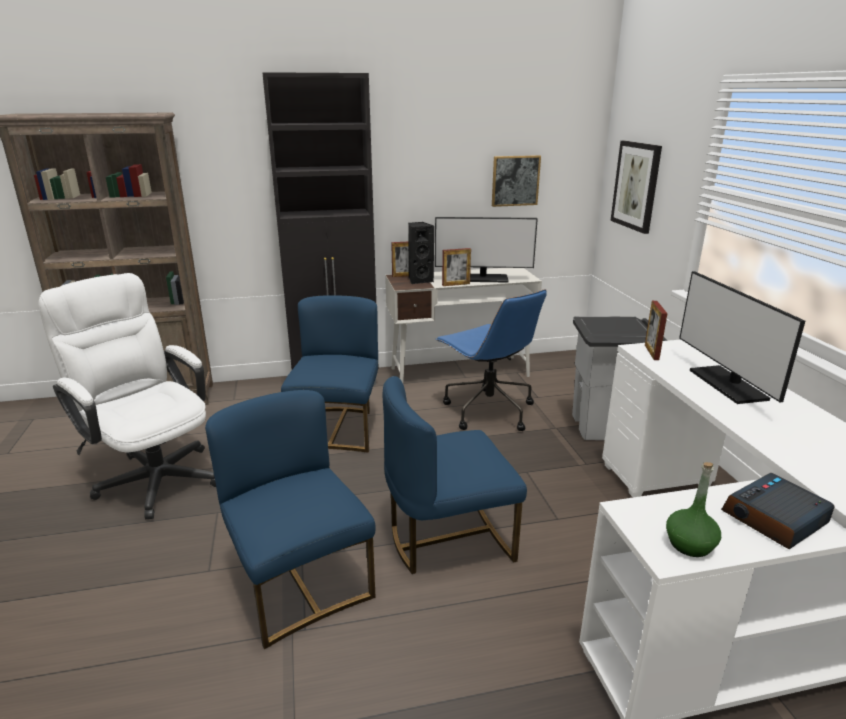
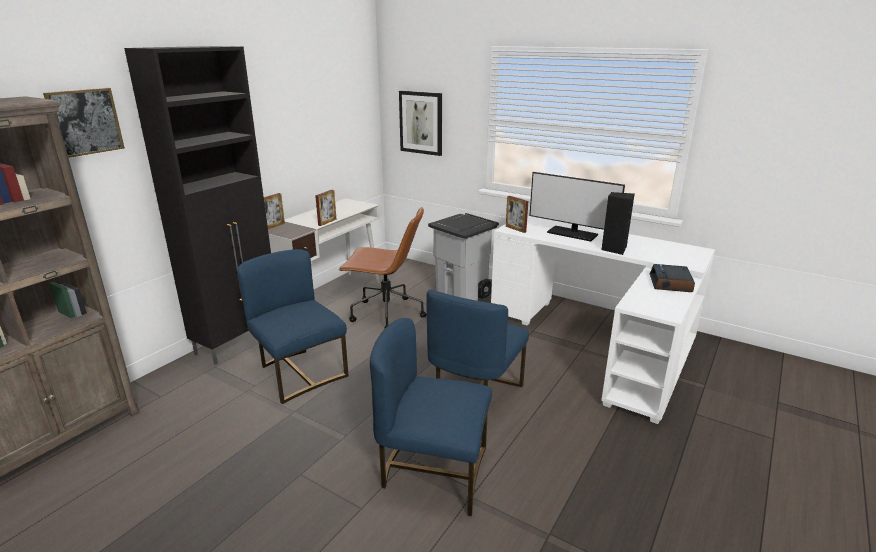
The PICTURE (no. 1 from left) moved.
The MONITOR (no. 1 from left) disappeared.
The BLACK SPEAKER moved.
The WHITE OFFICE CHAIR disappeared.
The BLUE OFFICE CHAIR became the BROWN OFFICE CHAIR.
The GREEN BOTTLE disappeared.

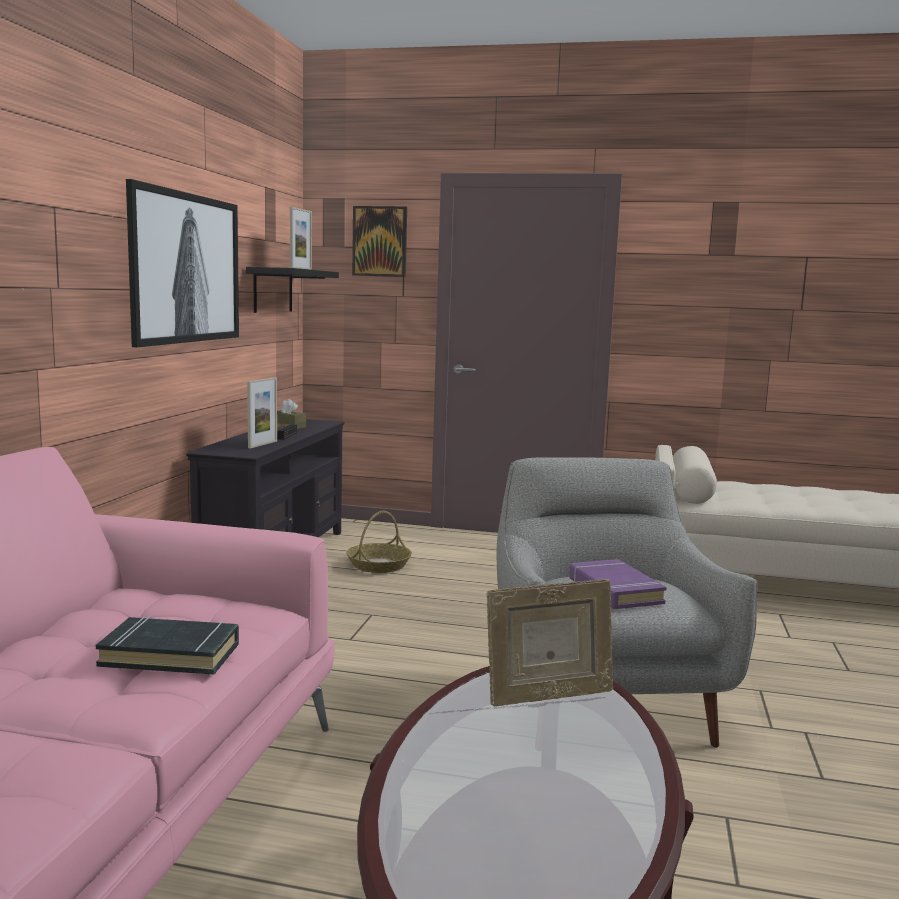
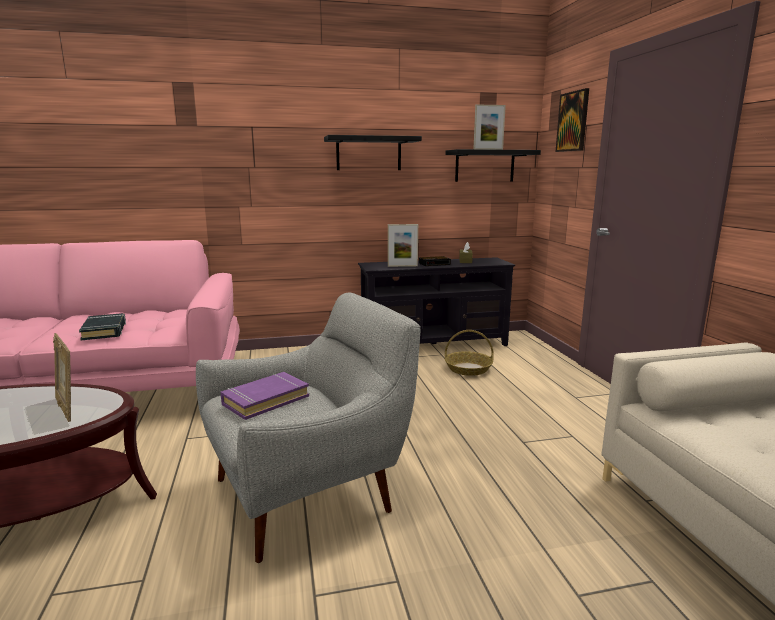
The PICTURE (no. 1 from left) was replaced by the BLACK SHELF (no. 1 from left).

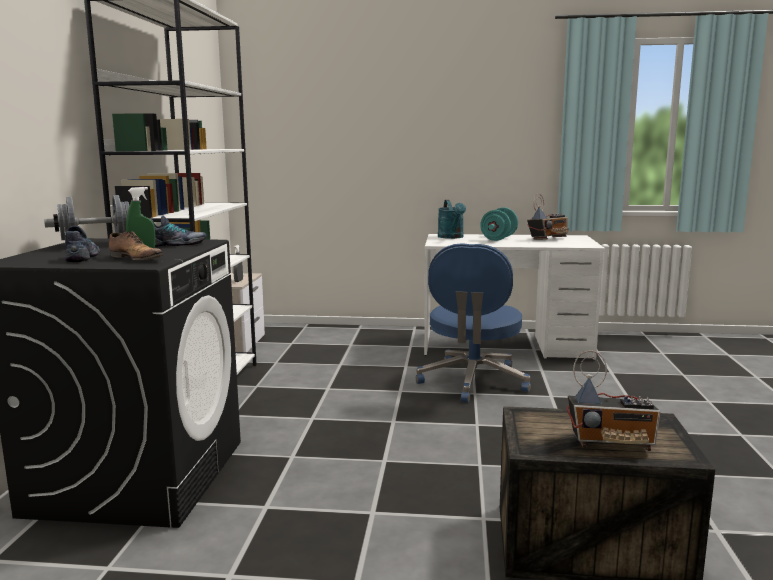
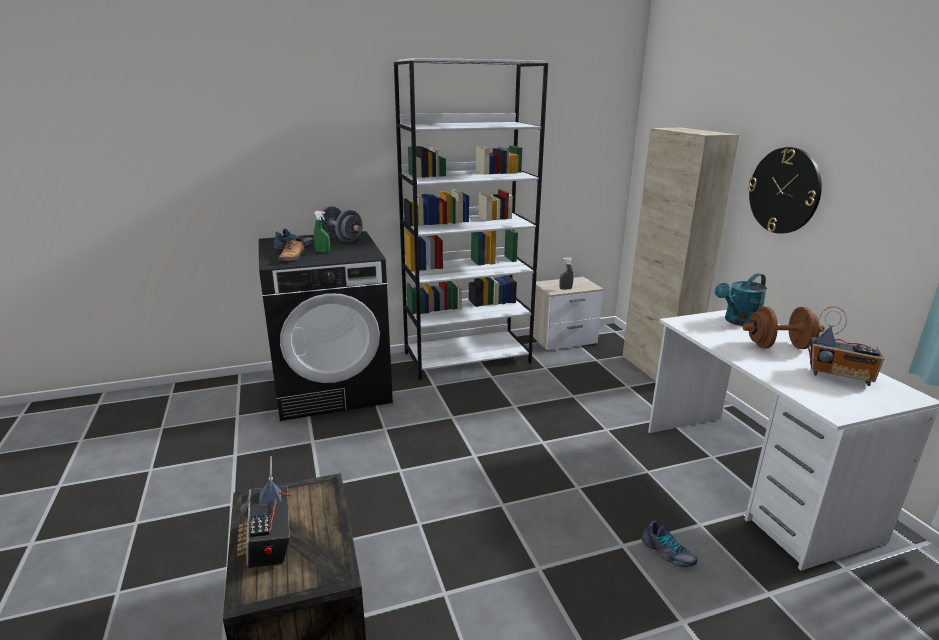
The TURQUOISE DUMBBELL became the BROWN DUMBBELL.
The SHOE (no. 3 from left) moved.
The BLUE OFFICE CHAIR disappeared.
The BEIGE CABINET appeared.
The WALL CLOCK appeared.

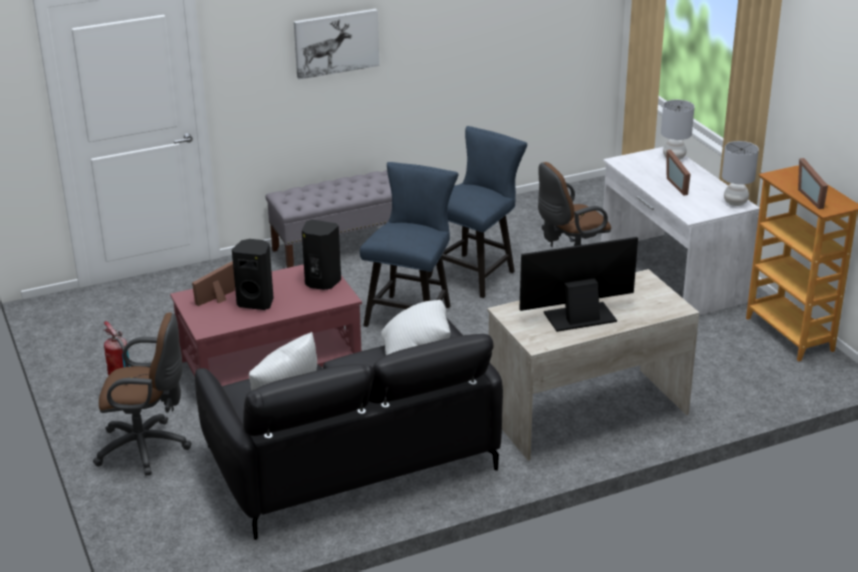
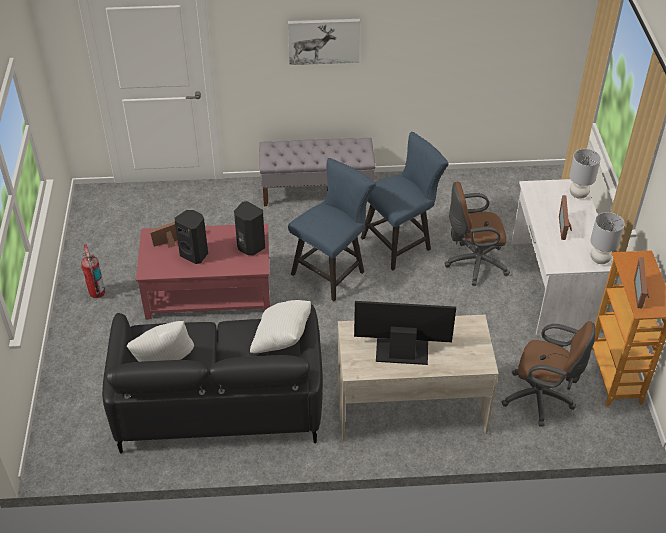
The BROWN OFFICE CHAIR (no. 1 from left in the first image) moved.

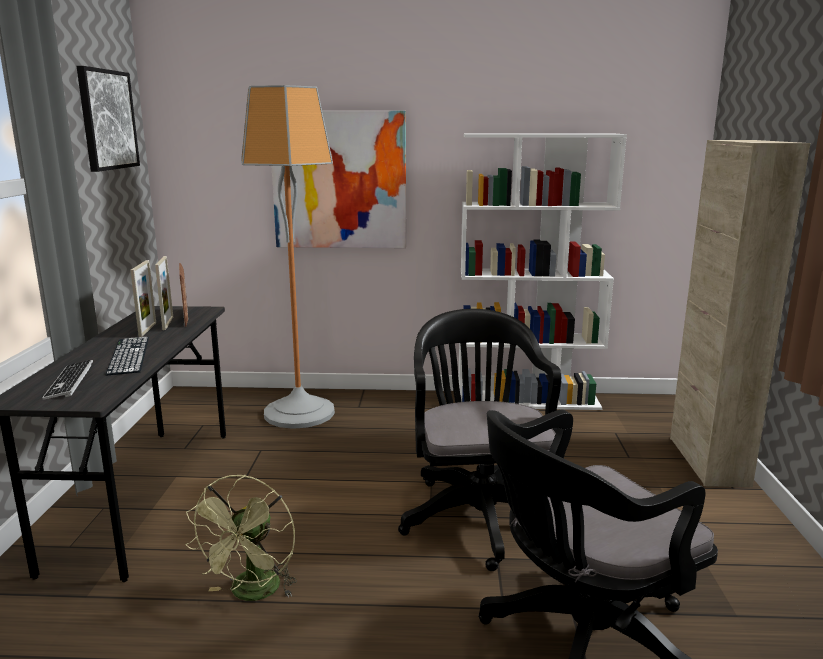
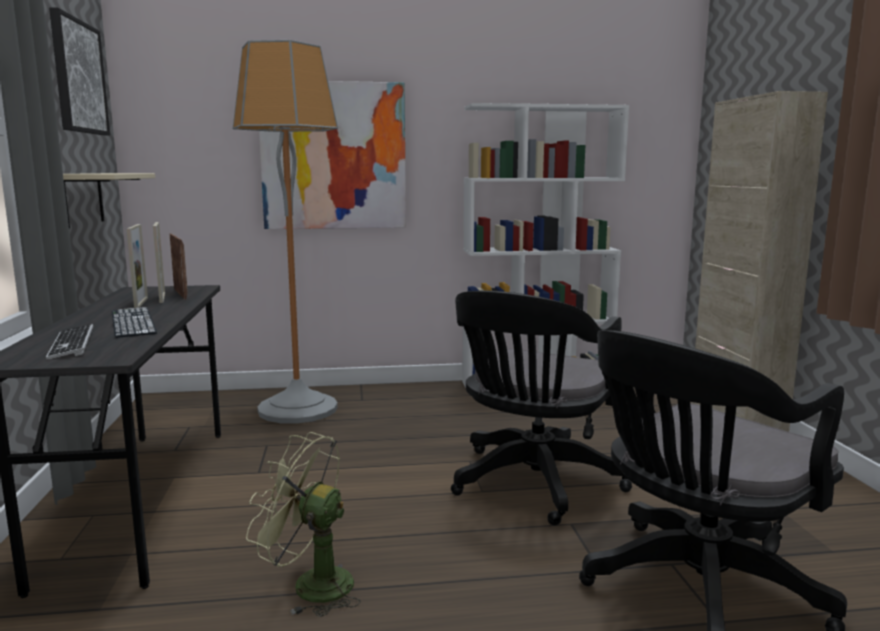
The BLACK OFFICE CHAIR (no. 1 from left) turned 135 degrees counterclockwise.
The GREEN FAN turned 105 degrees clockwise.
The BEIGE SHELF appeared.

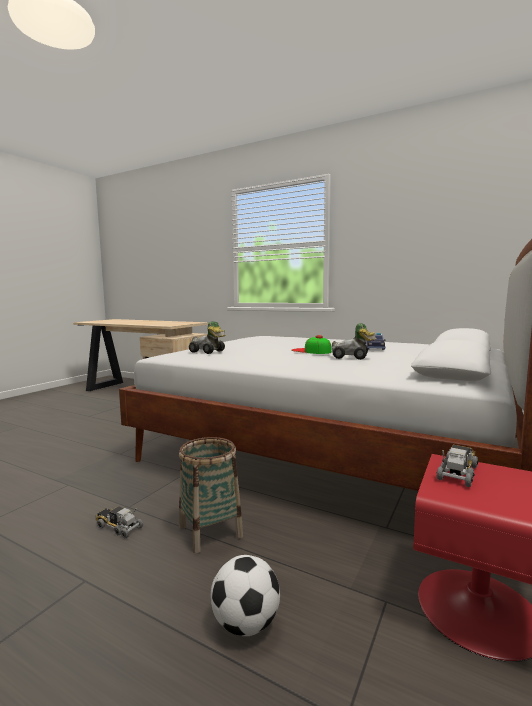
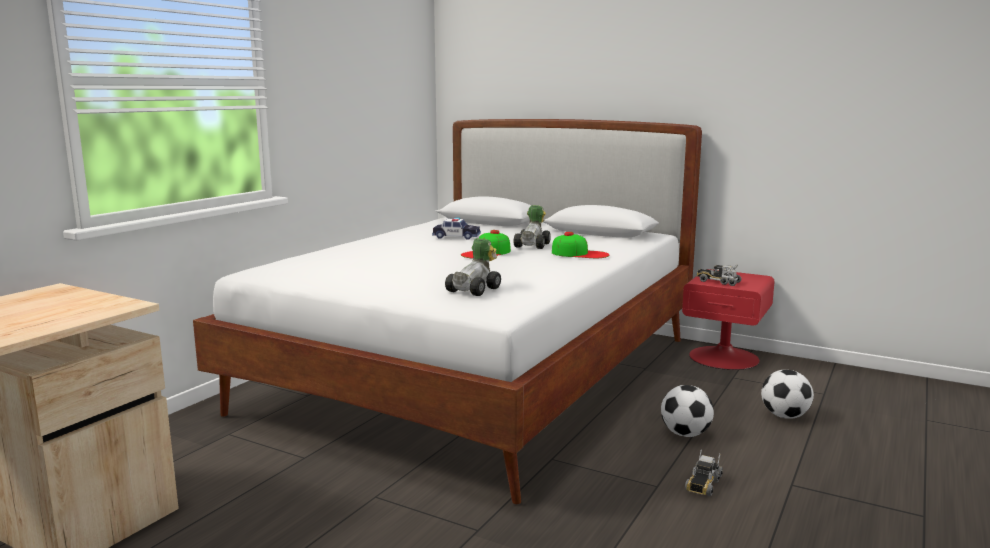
The BASKET was replaced by the FOOTBALL (no. 1 from left).
The CAP (no. 2 from left) appeared.

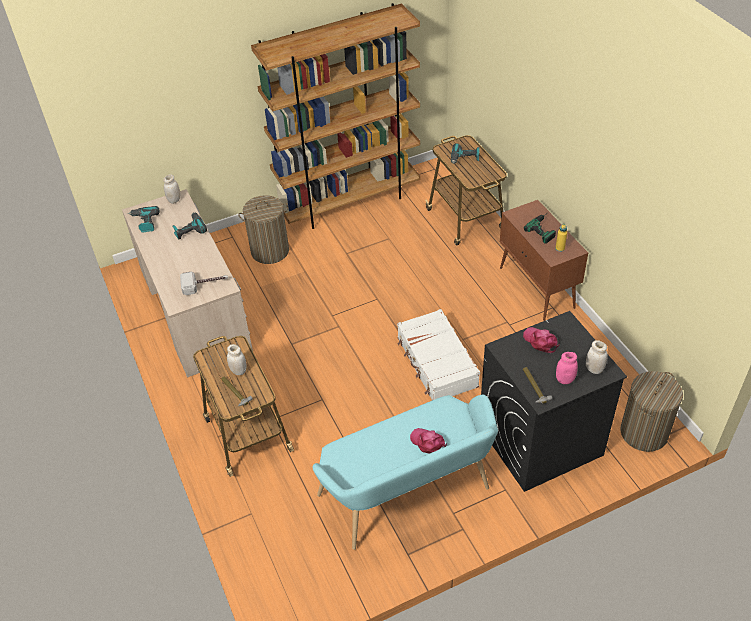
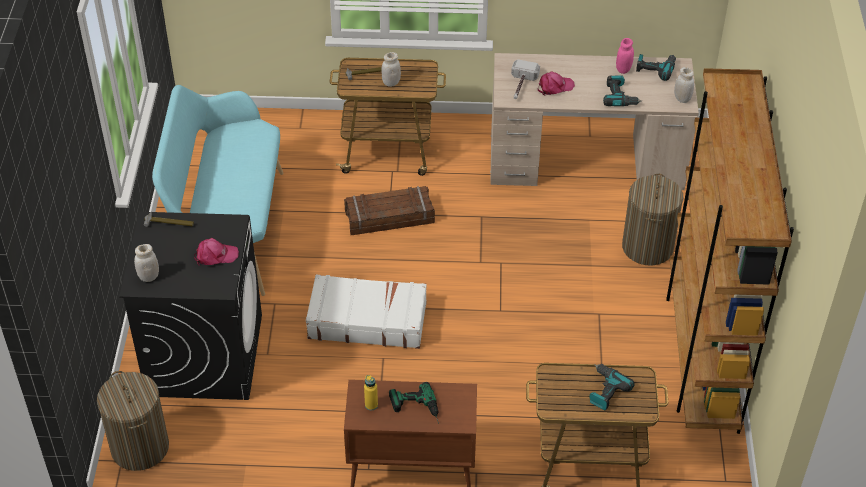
The PINK JAR moved.
The PINK CAP (no. 1 from left in the first image) moved.
The CRATE appeared.

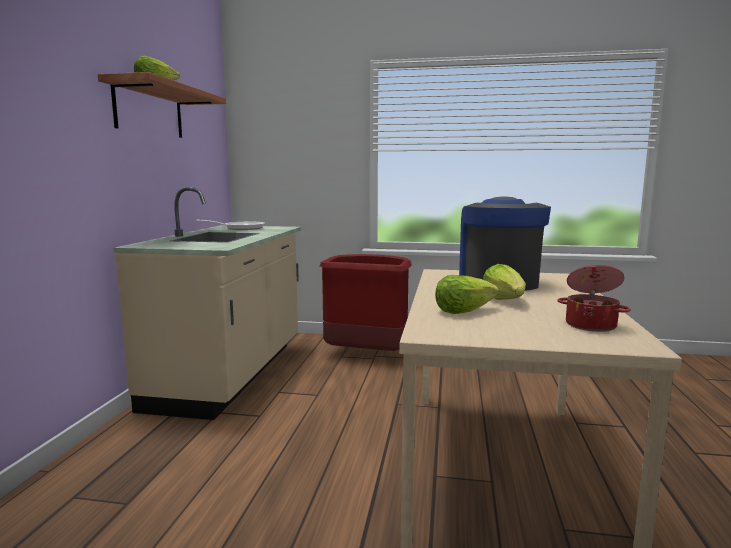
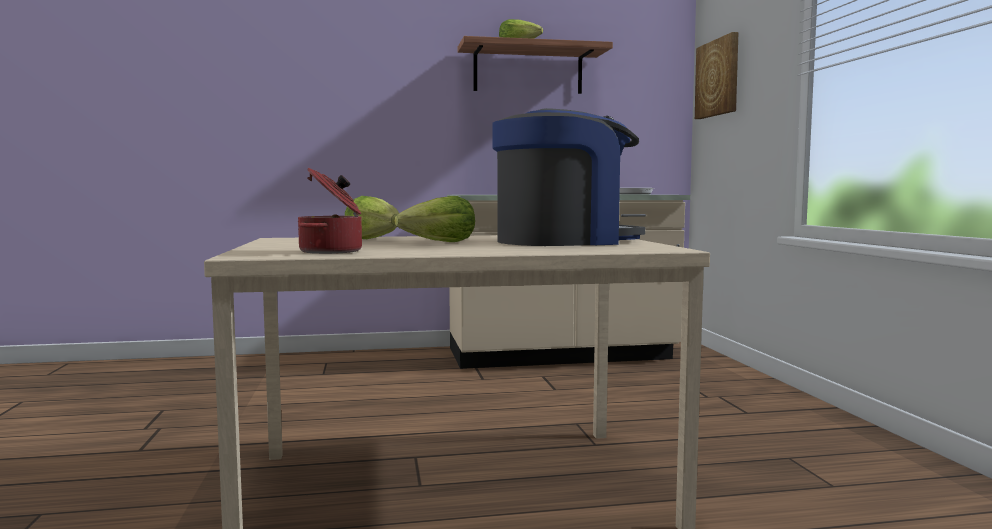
The RED TRASH CAN disappeared.
The PICTURE appeared.

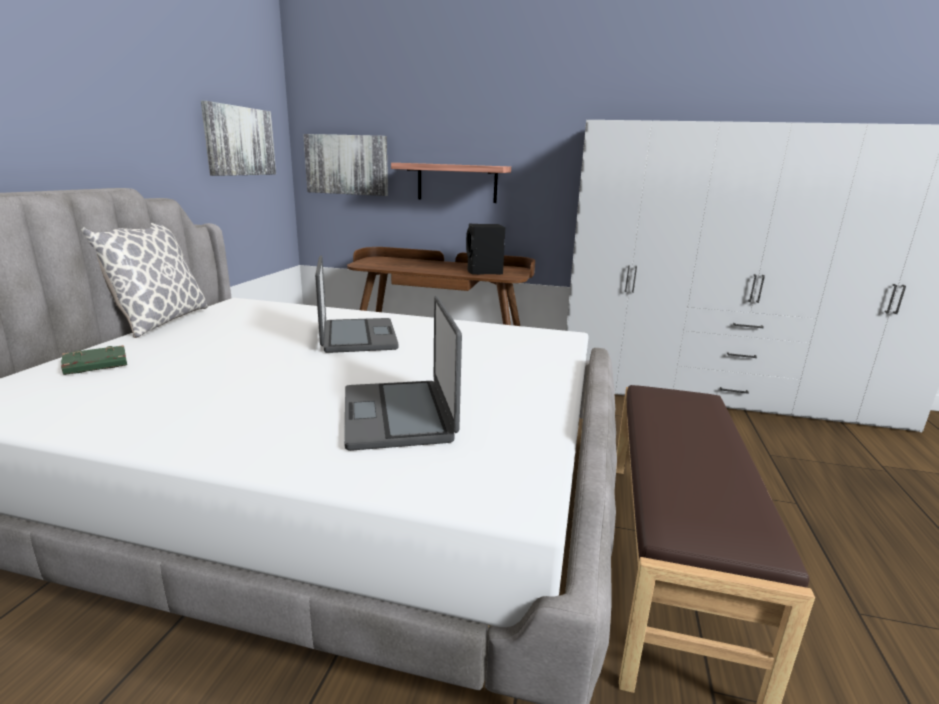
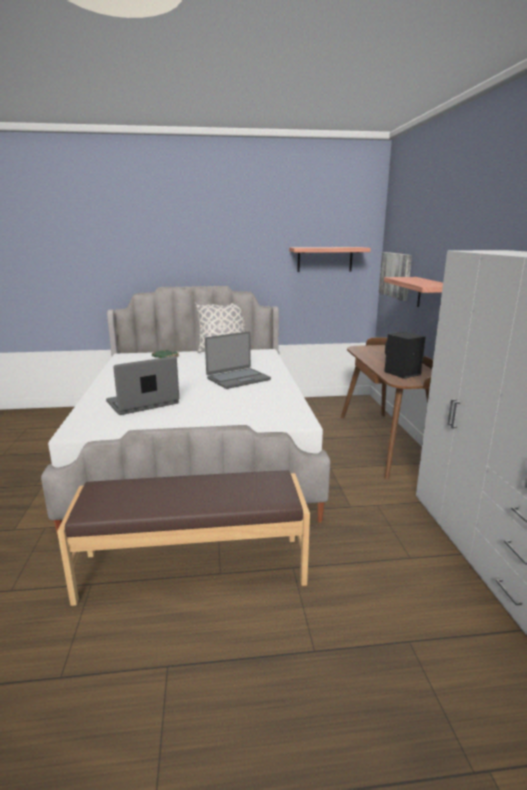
The PICTURE (no. 1 from left) was replaced by the SHELF (no. 1 from left).

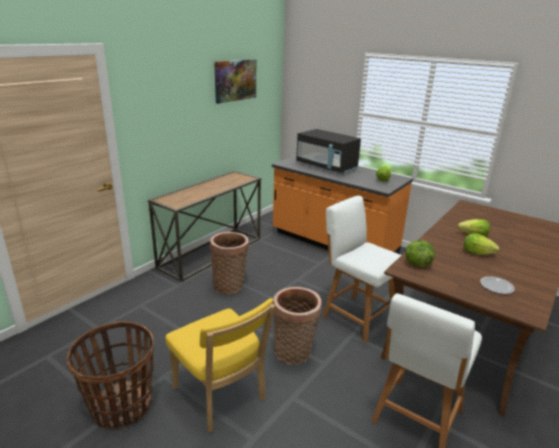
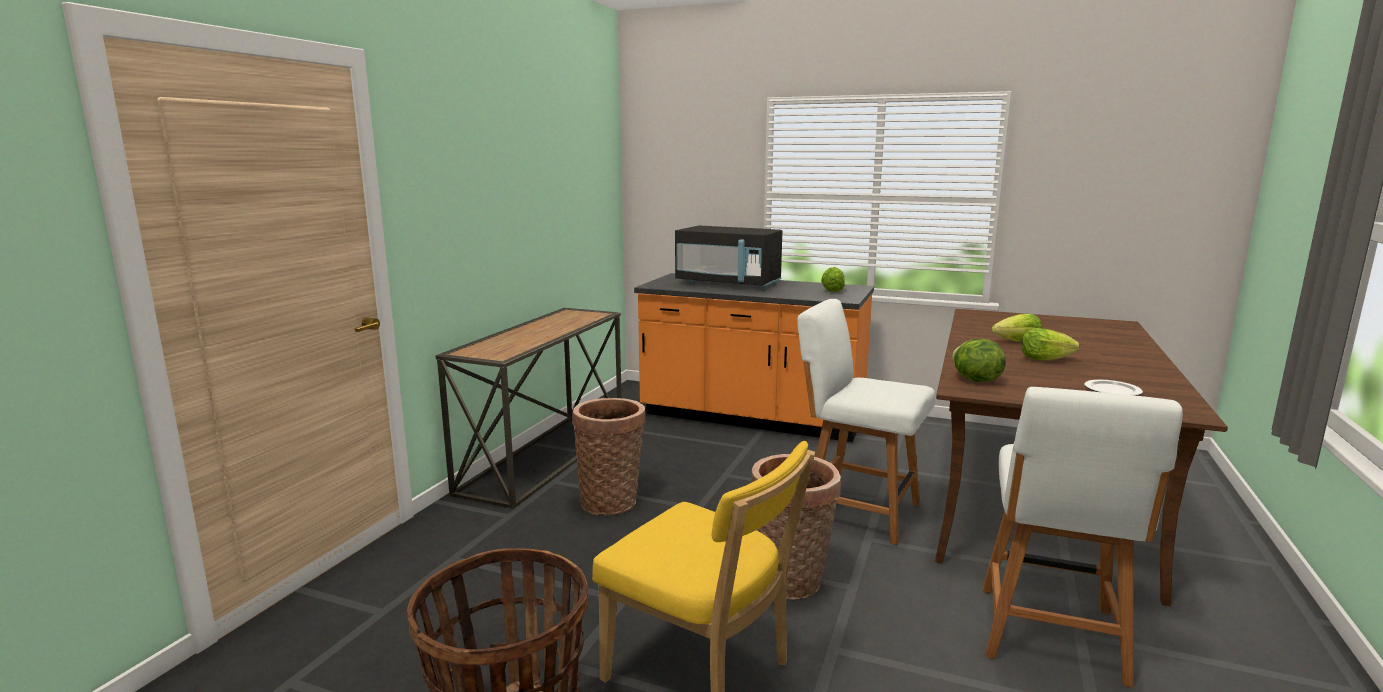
The PICTURE disappeared.

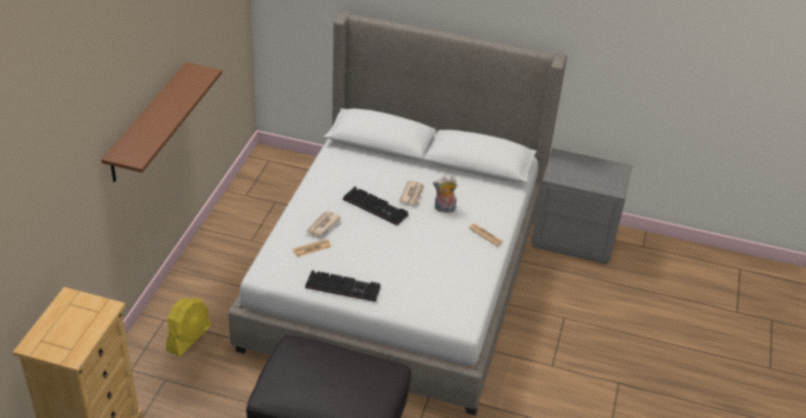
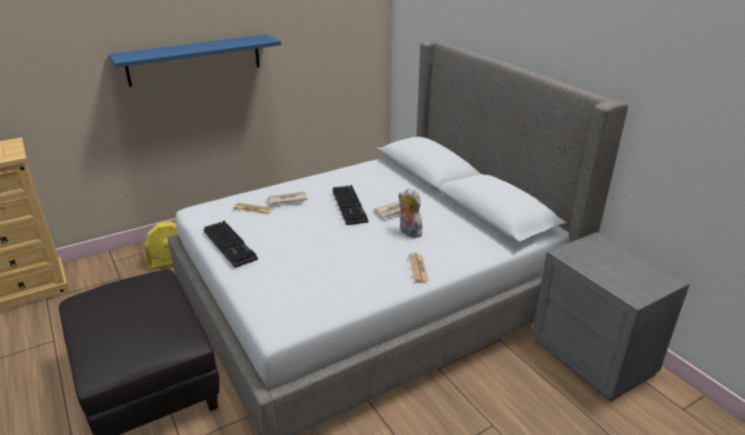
The BROWN SHELF became the BLUE SHELF.

